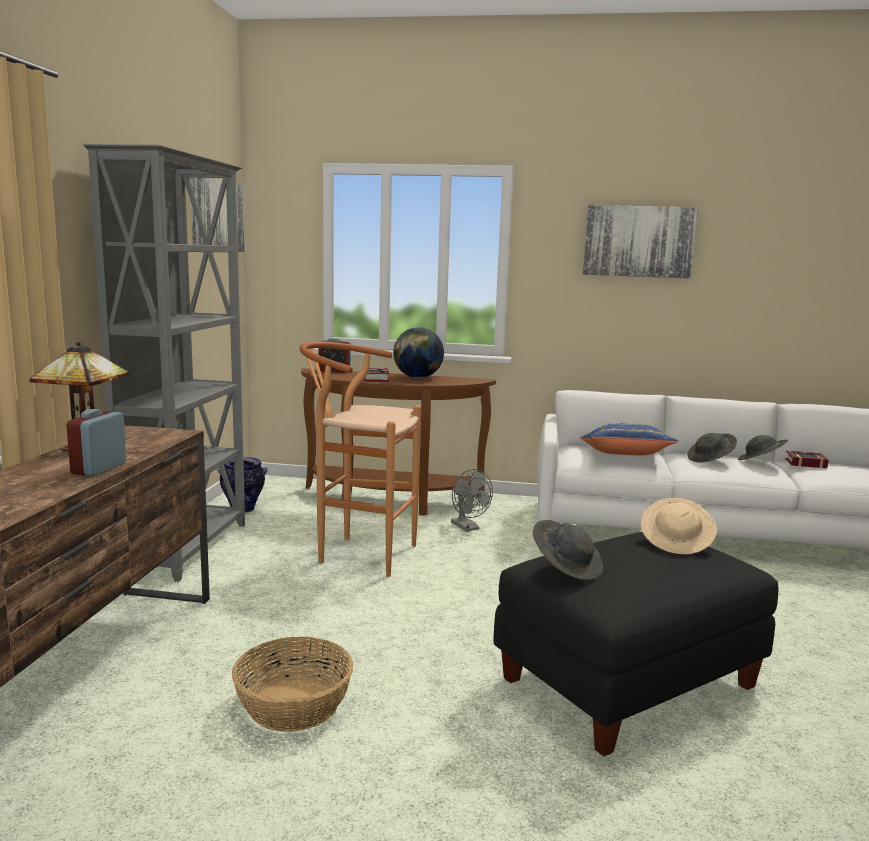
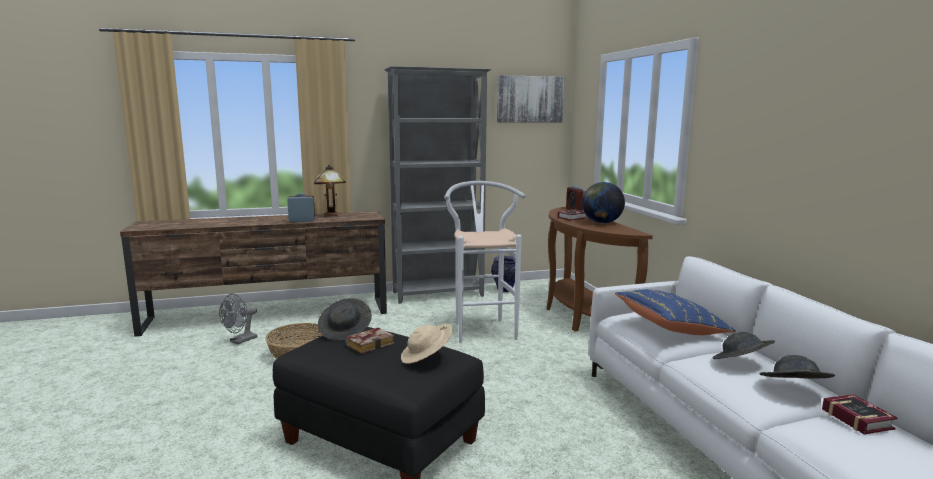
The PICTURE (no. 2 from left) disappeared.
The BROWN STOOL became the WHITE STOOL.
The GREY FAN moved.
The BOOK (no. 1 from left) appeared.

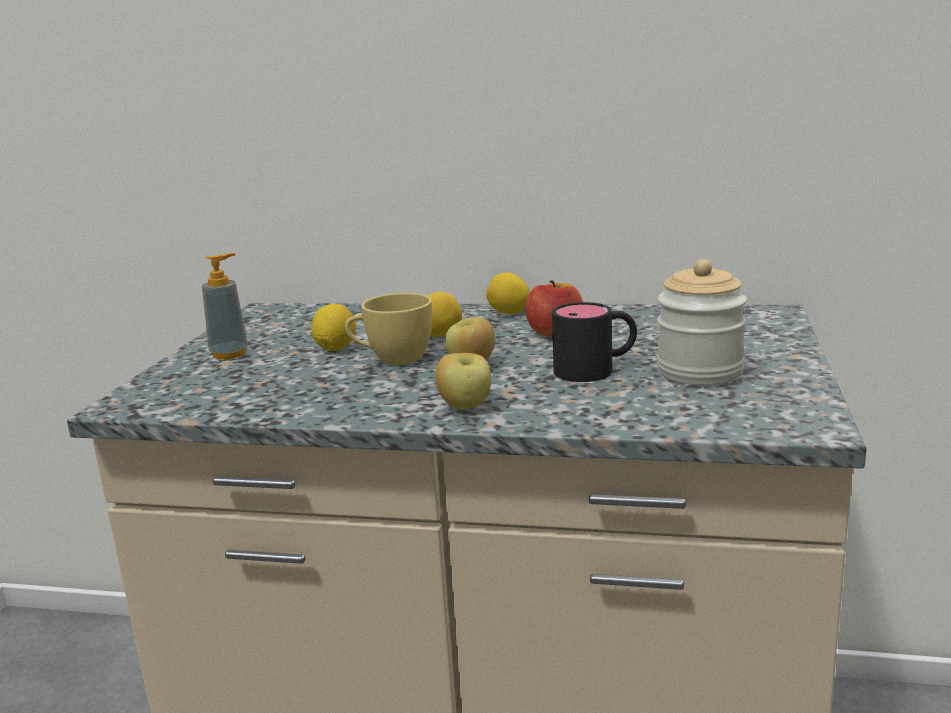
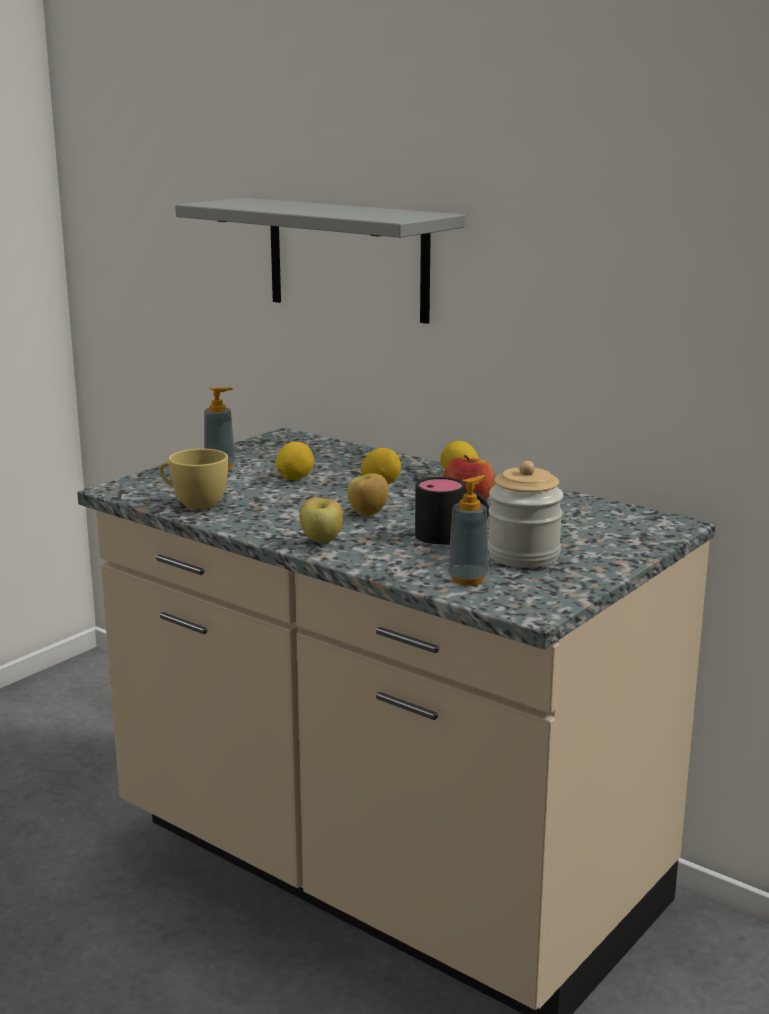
The YELLOW CUP moved.
The GREY SHELF appeared.
The SOAP DISPENSER (no. 2 from left) appeared.

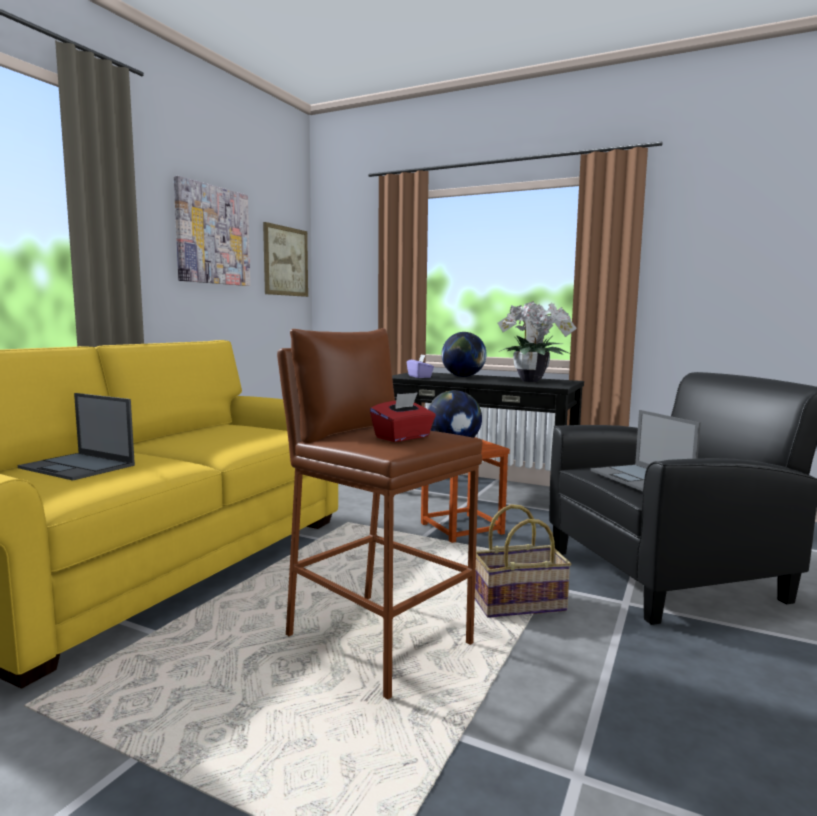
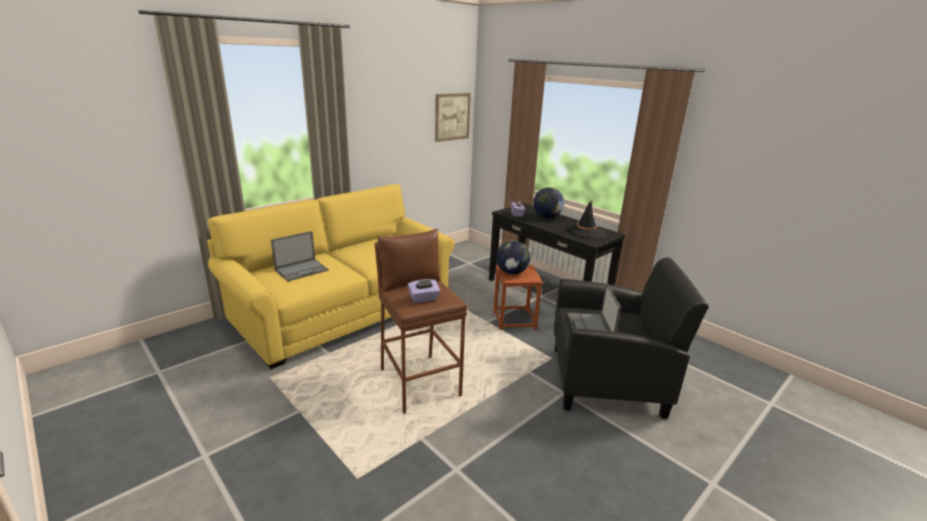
The PICTURE (no. 1 from left) disappeared.
The POTTED PLANT was replaced by the BLACK HAT.
The RED TISSUE BOX became the PURPLE TISSUE BOX (no. 1 from left).
The LAPTOP (no. 1 from left) turned 90 degrees counterclockwise.
The BASKET disappeared.

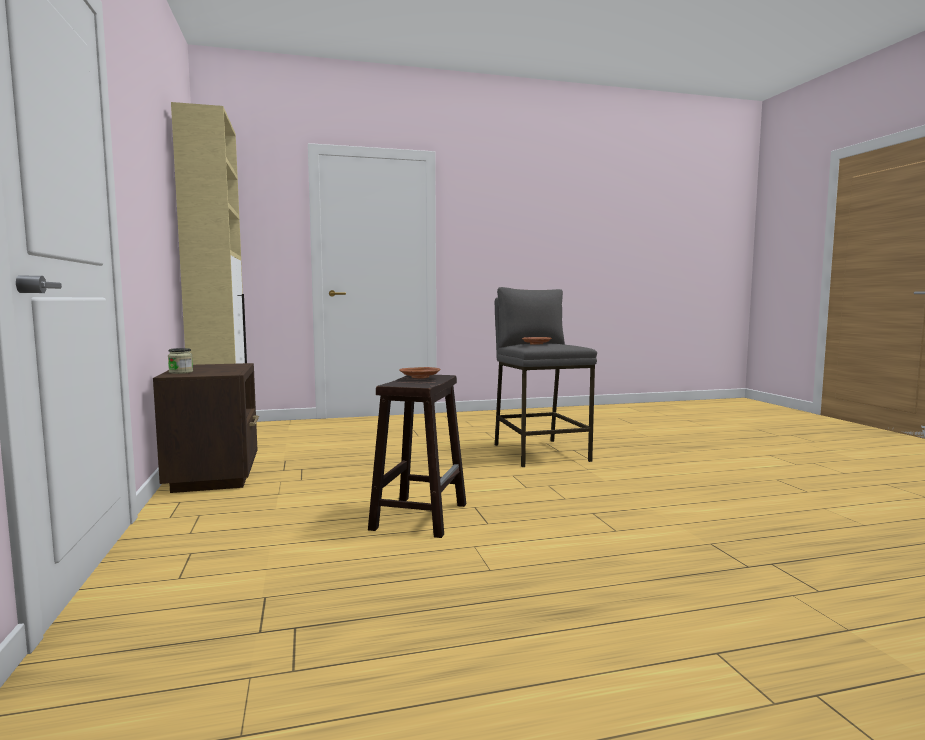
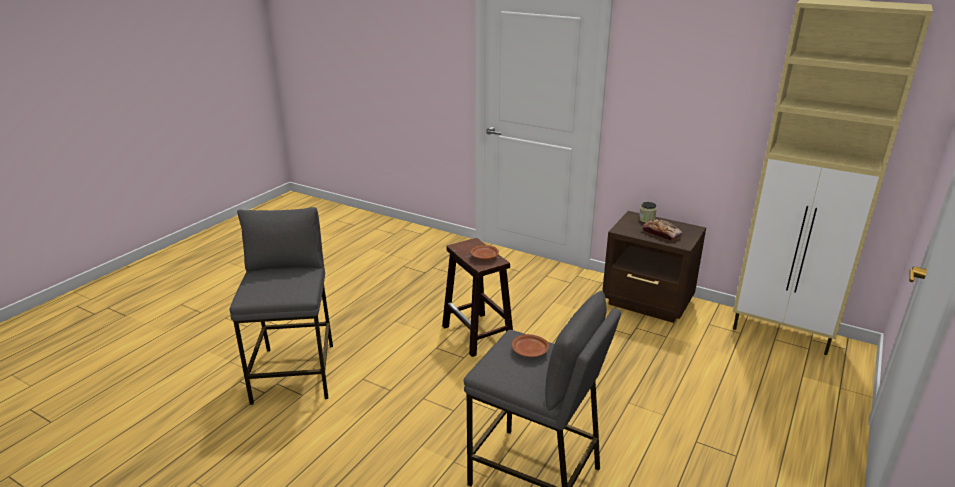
The GREY STOOL (no. 1 from left) appeared.
The BREAD appeared.

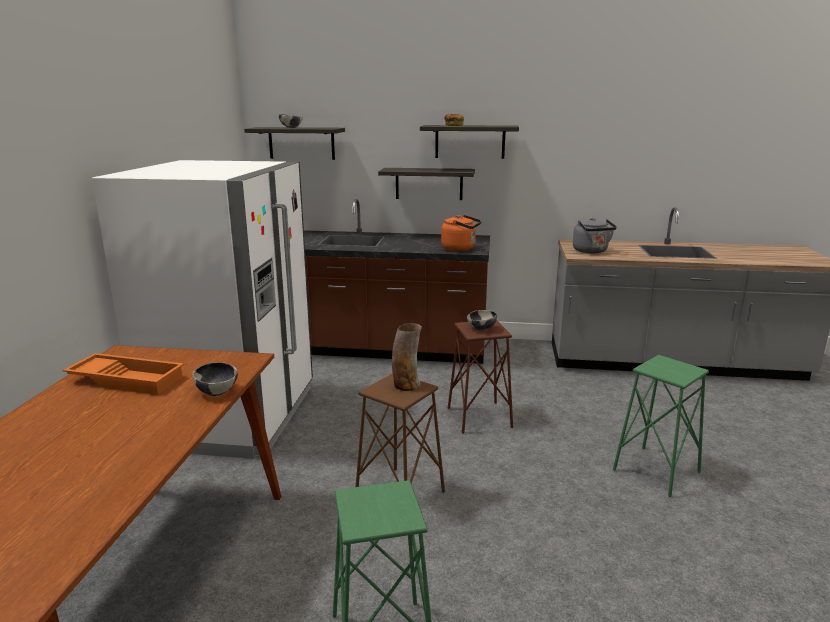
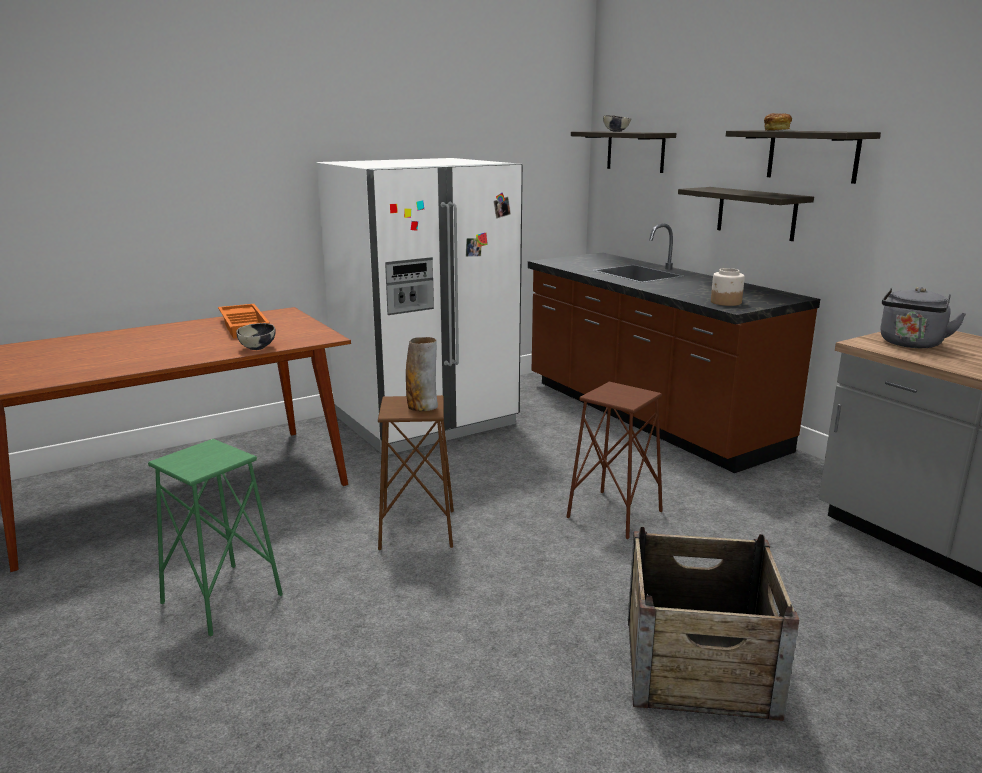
The ORANGE KETTLE was replaced by the JAR.
The BOWL (no. 3 from left) disappeared.
The GREEN STOOL (no. 2 from left) was replaced by the CRATE.

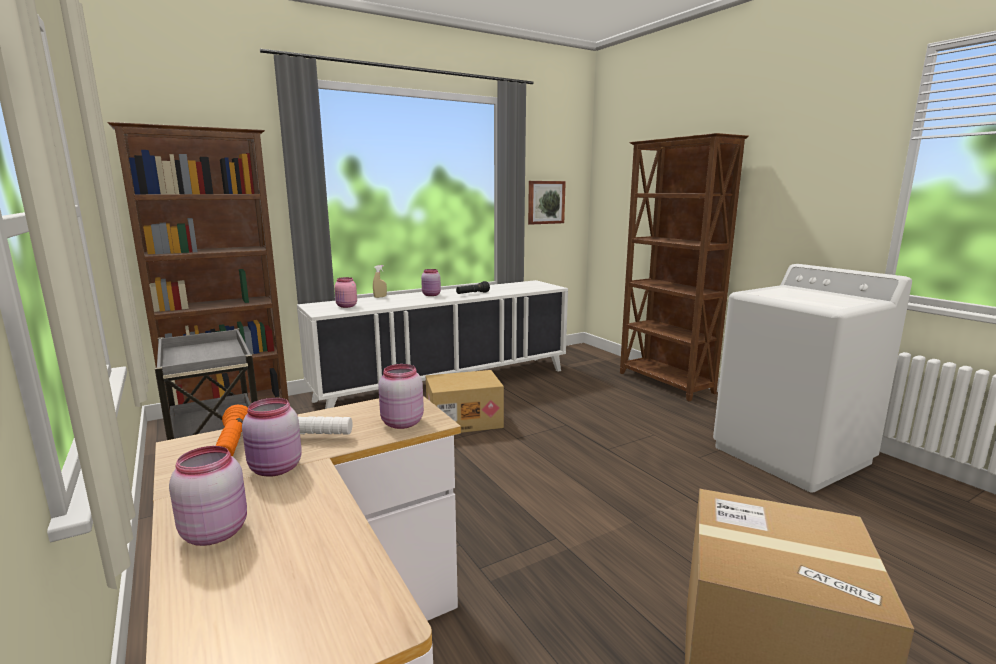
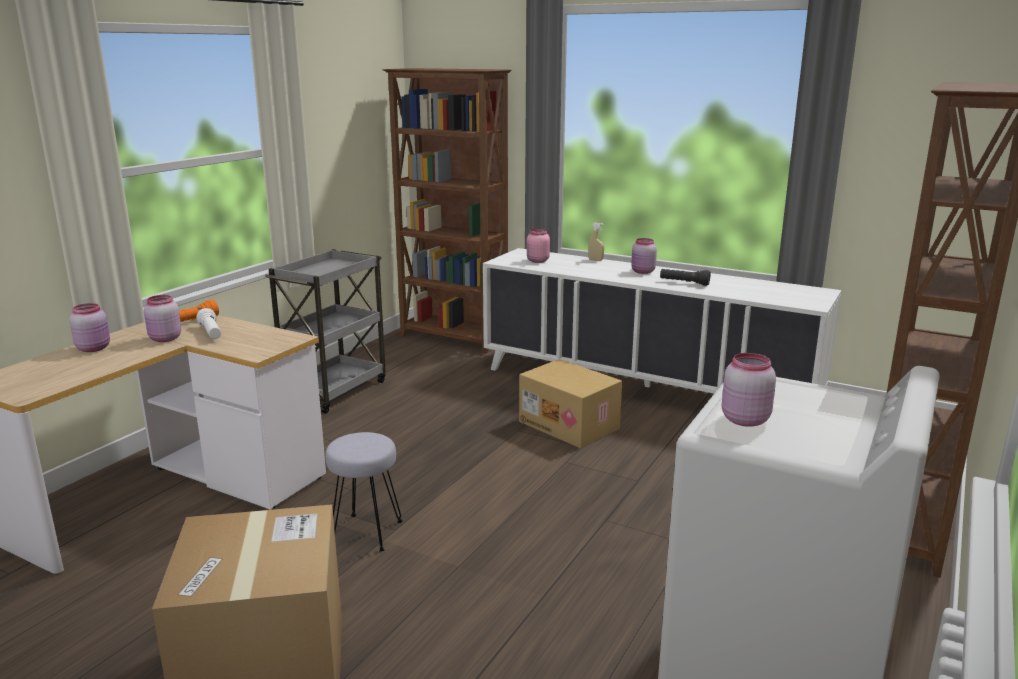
The PICTURE disappeared.
The PINK JAR (no. 4 from left in the first image) moved.
The GREY STOOL appeared.

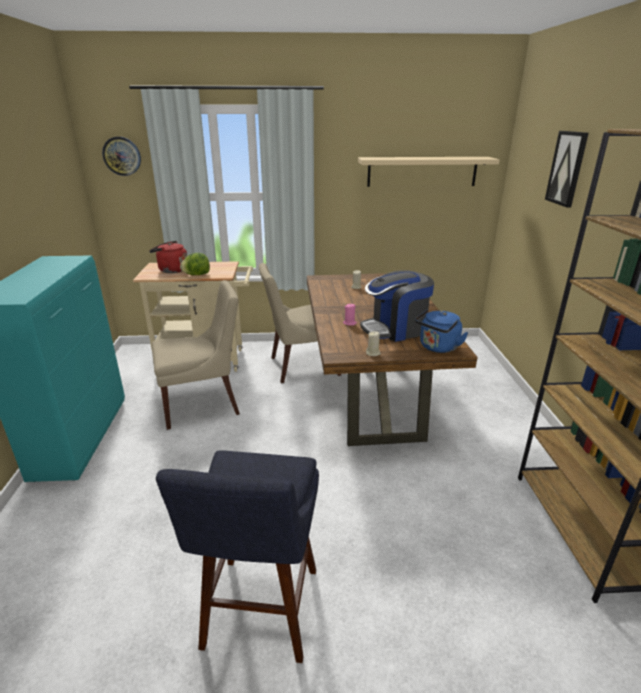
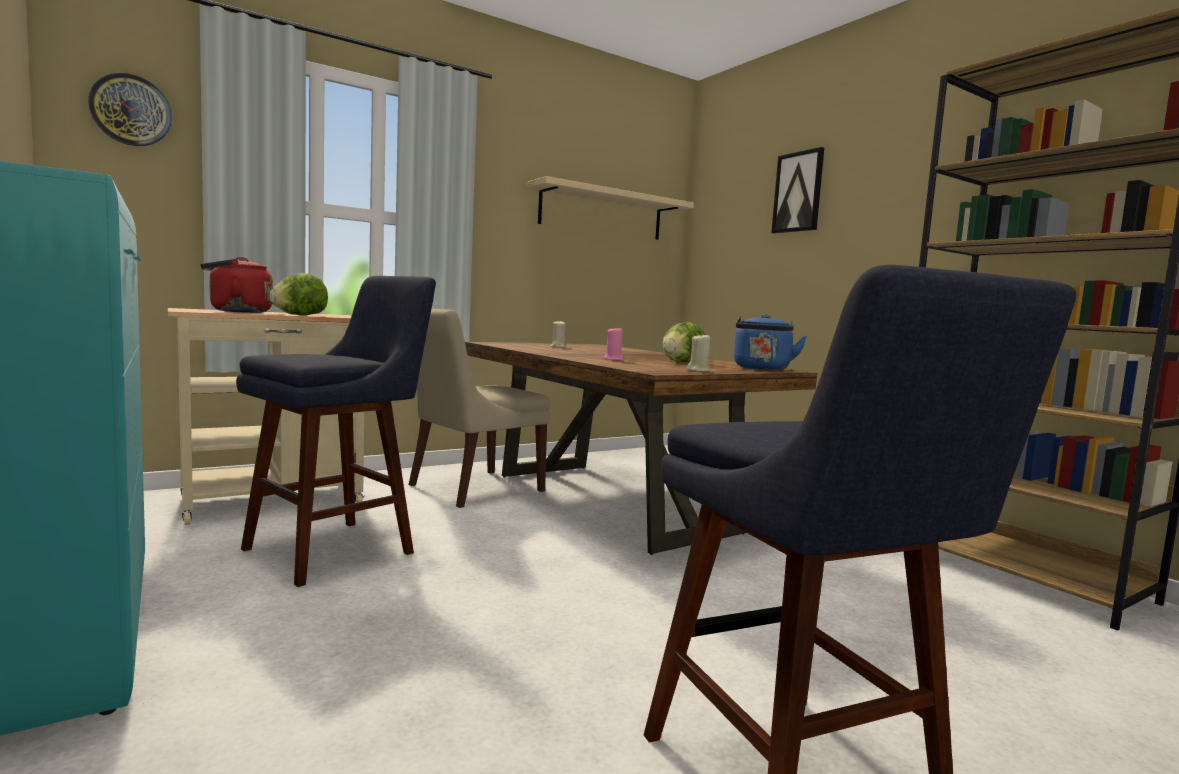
The COFFEE MACHINE was replaced by the LETTUCE (no. 2 from left).
The BEIGE CHAIR (no. 1 from left) was replaced by the BLUE STOOL (no. 1 from left).

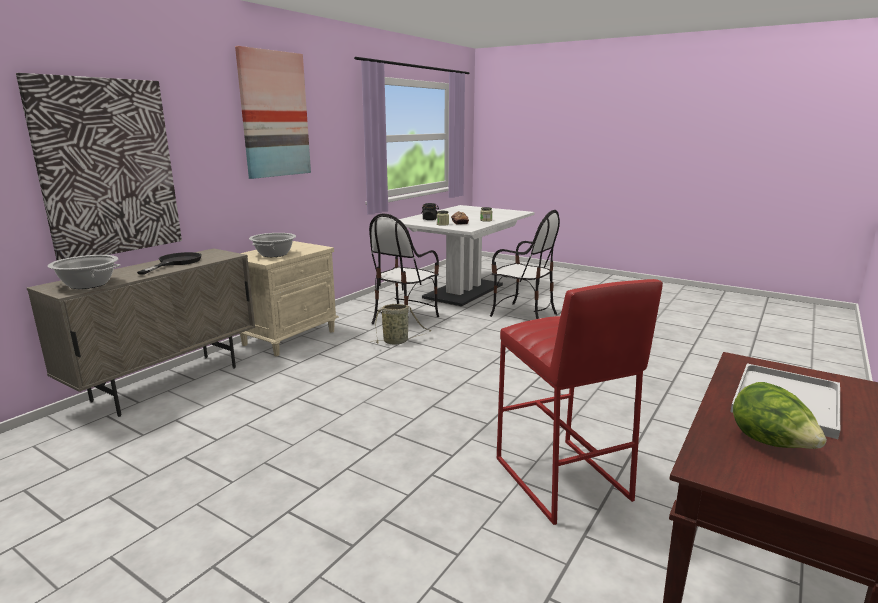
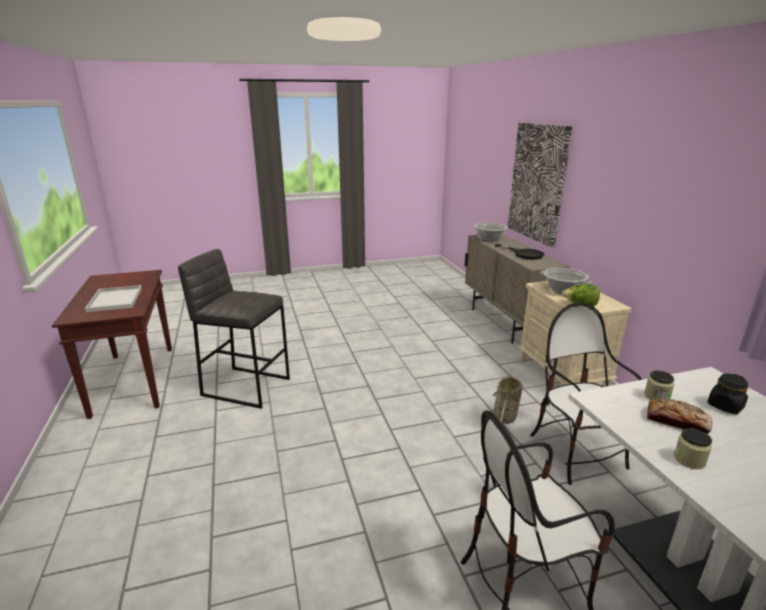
The PICTURE (no. 2 from left) disappeared.
The RED STOOL became the GREY STOOL.
The LETTUCE moved.

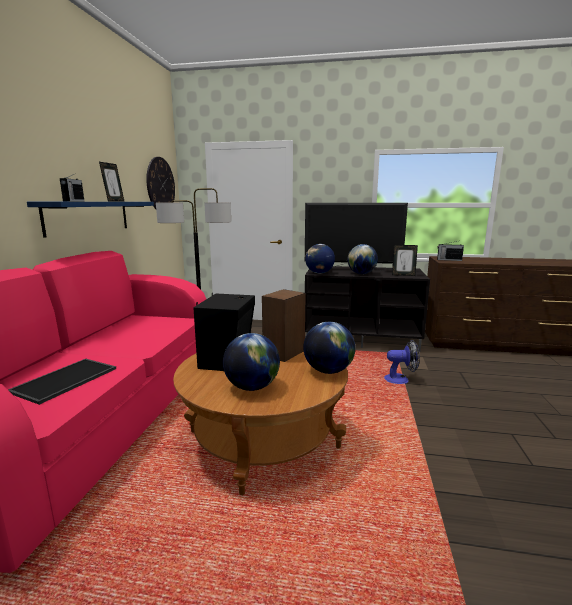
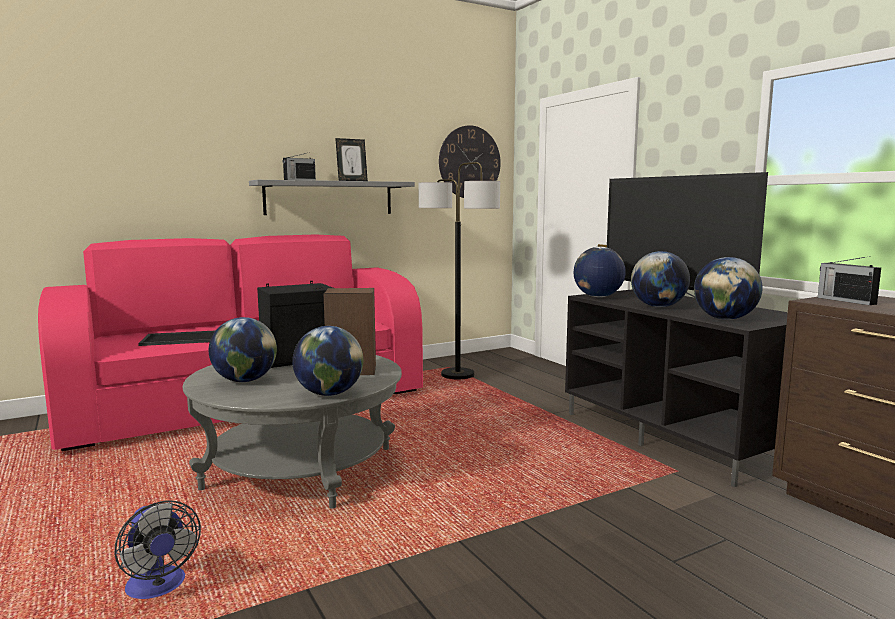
The BLUE SHELF became the GREY SHELF.
The PICTURE FRAME (no. 2 from left) was replaced by the GLOBE (no. 5 from left).
The FAN moved.
The BROWN COFFEE TABLE became the GREY COFFEE TABLE.

